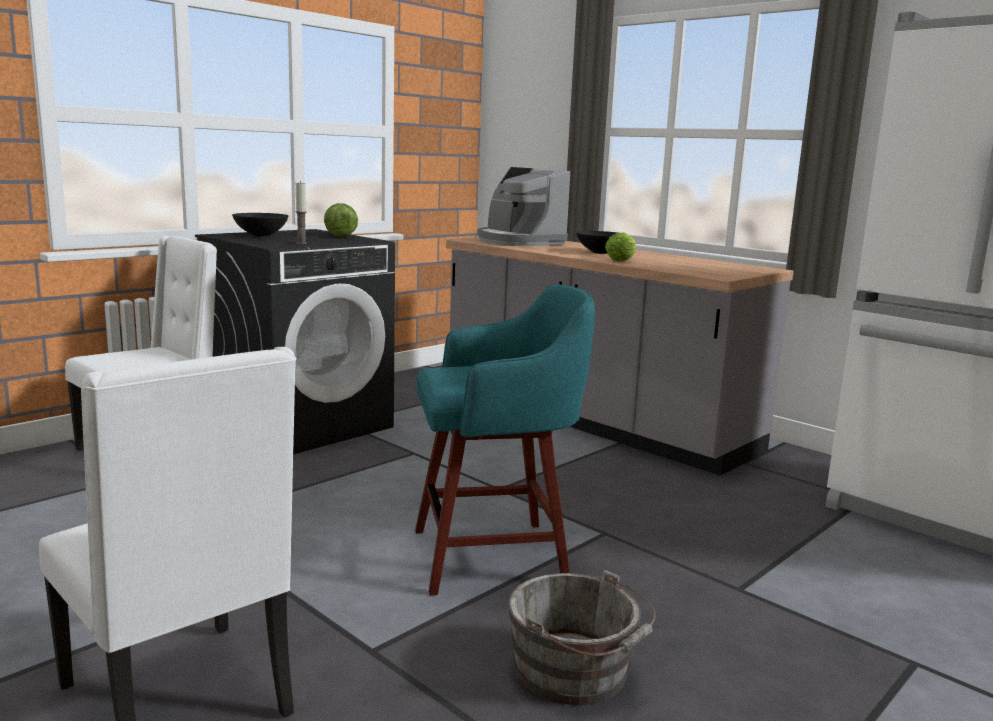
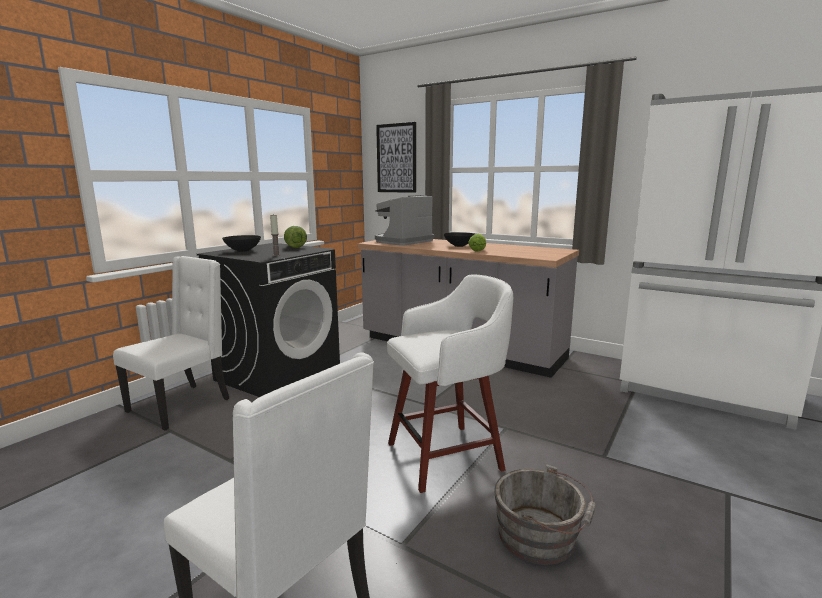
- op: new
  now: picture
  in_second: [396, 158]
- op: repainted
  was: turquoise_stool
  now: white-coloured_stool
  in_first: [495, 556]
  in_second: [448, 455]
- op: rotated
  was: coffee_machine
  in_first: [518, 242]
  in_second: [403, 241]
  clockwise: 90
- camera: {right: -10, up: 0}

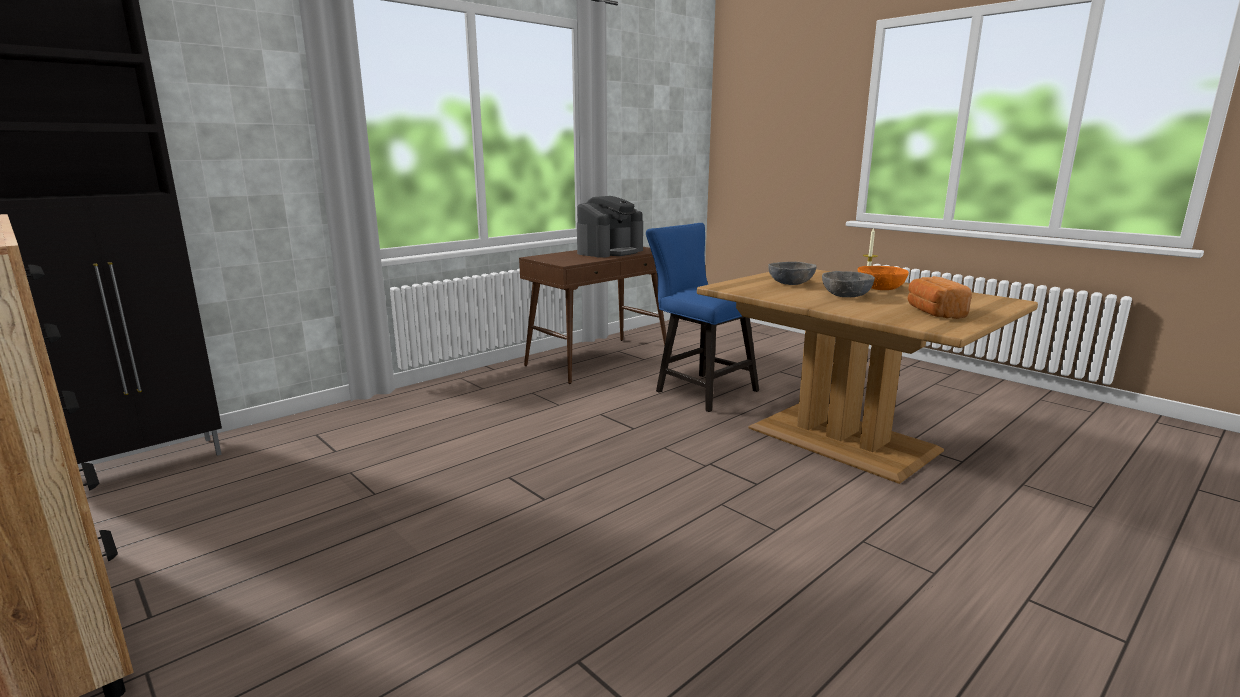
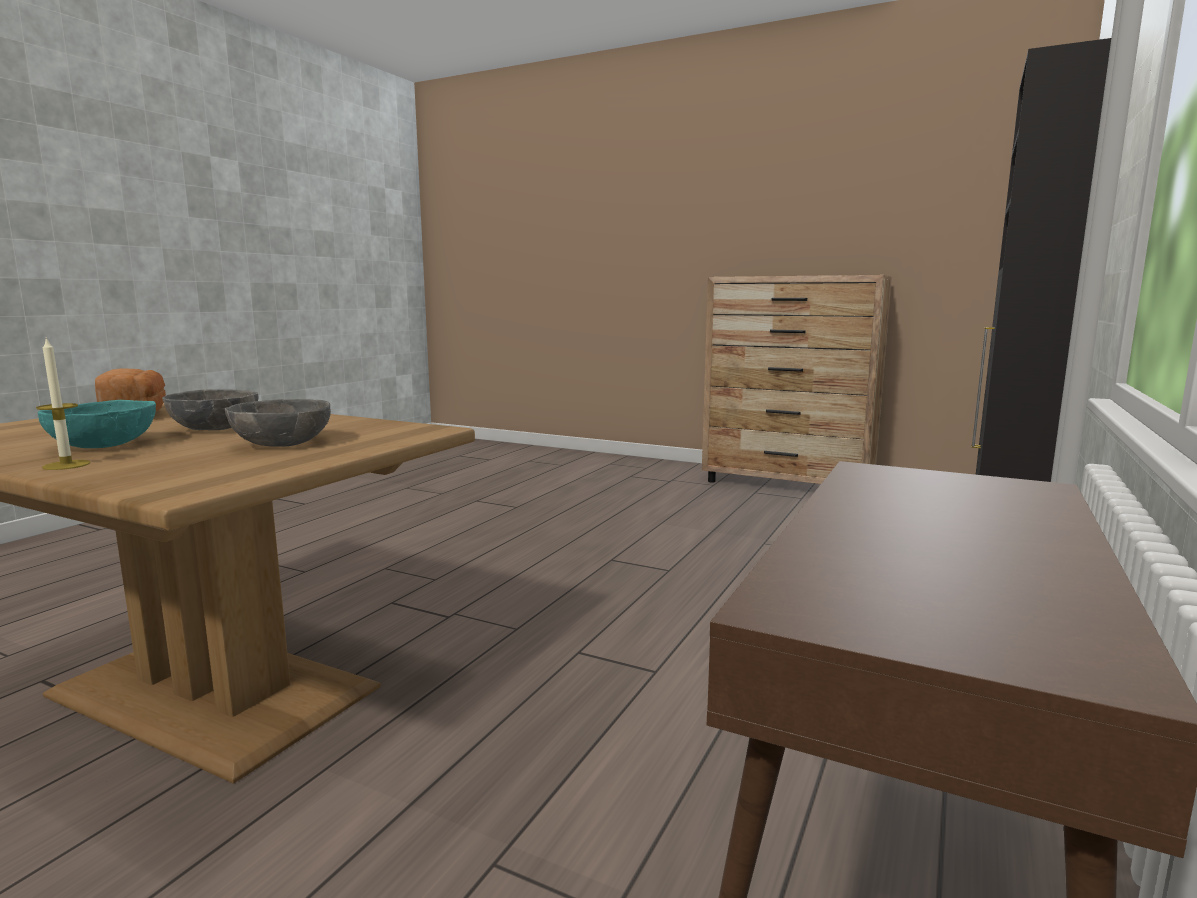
- op: gone
  was: coffee_machine
  in_first: [610, 252]
- op: gone
  was: blue_upright_chair
  in_first: [700, 390]
- op: repainted
  was: orange_deep_dish
  now: turquoise_deep_dish
  in_first: [880, 288]
  in_second: [104, 445]
- camera: {right: 160, up: -5}

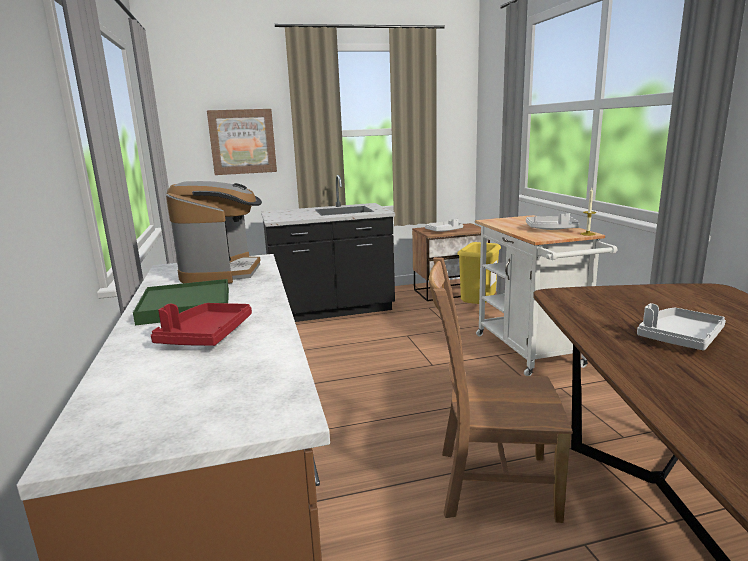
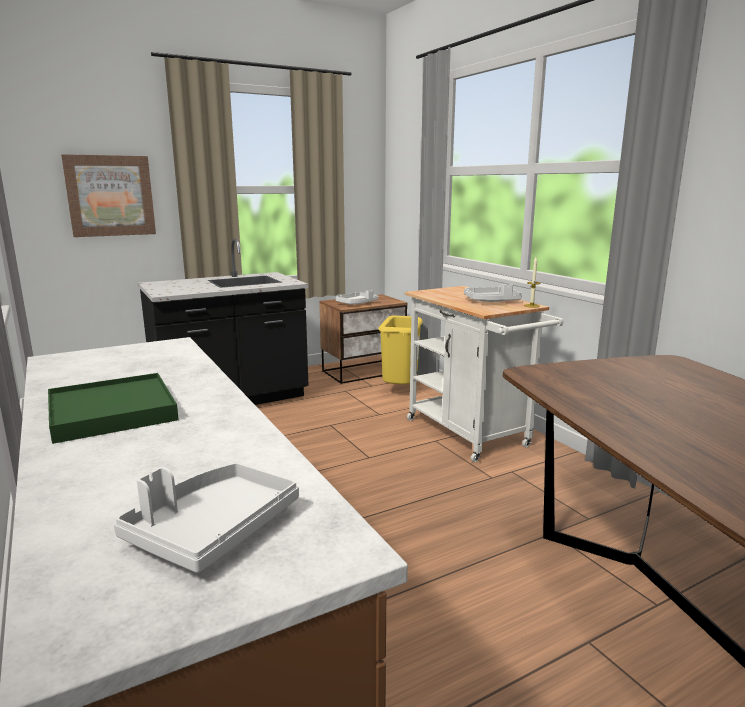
- op: gone
  was: reddish_serving_tray
  in_first: [205, 336]
- op: gone
  was: coffee_machine
  in_first: [222, 272]
- op: gone
  was: brownish_upright_chair
  in_first: [490, 483]
- op: shifted
  was: white-coloured_serving_tray
  in_first: [679, 338]
  in_second: [212, 529]
- camera: {right: -15, up: 0}

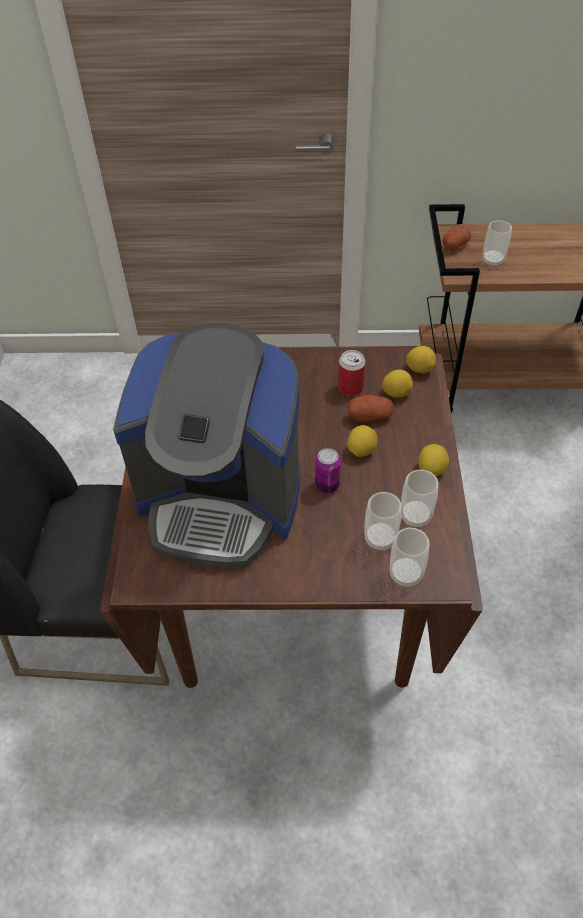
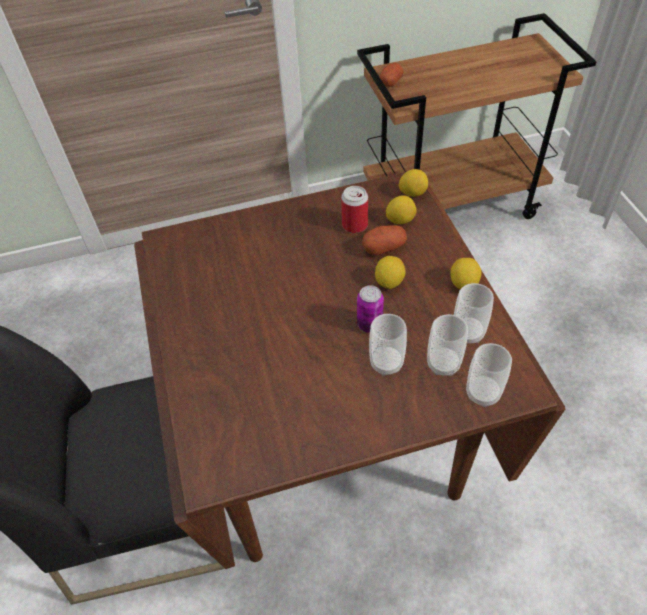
- op: gone
  was: coffee_machine
  in_first: [221, 499]
- op: shifted
  was: cup
  in_first: [493, 261]
  in_second: [386, 363]
- camera: {right: -15, up: 0}

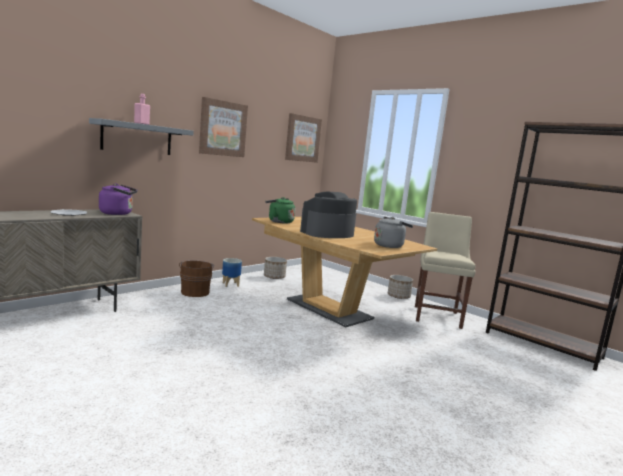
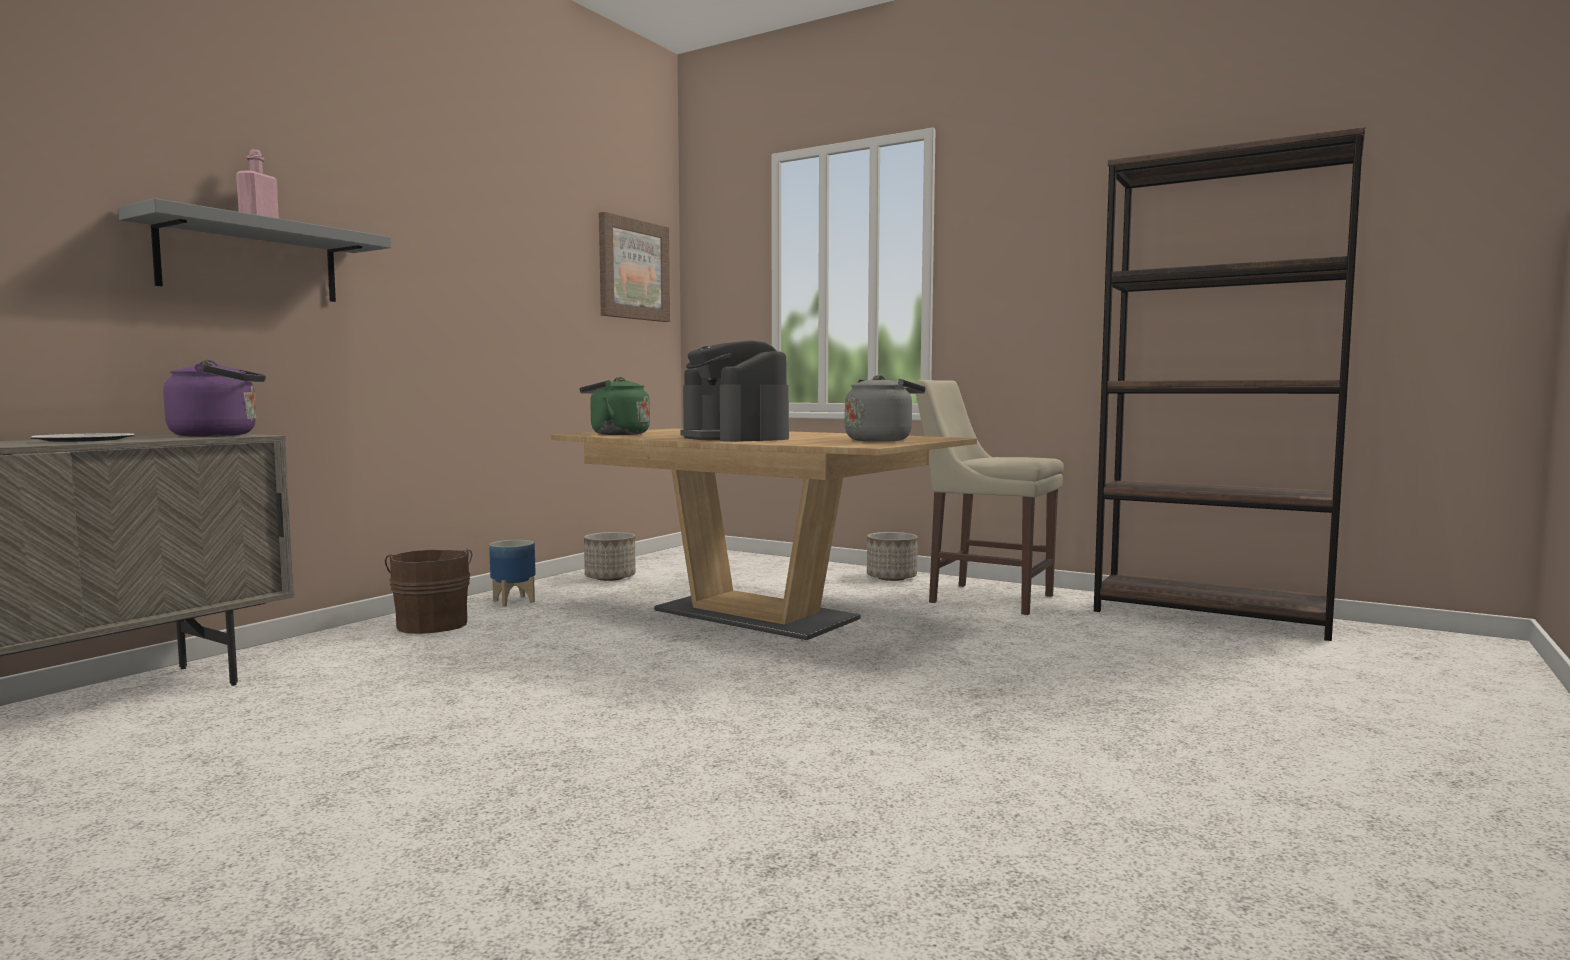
- op: gone
  was: picture
  in_first: [223, 128]
- op: rotated
  was: coffee_machine
  in_first: [327, 233]
  in_second: [735, 438]
  clockwise: -75
- op: rotated
  was: sand-coloured_upright_chair
  in_first: [437, 316]
  in_second: [985, 598]
  clockwise: -60
- camera: {right: -10, up: -5}

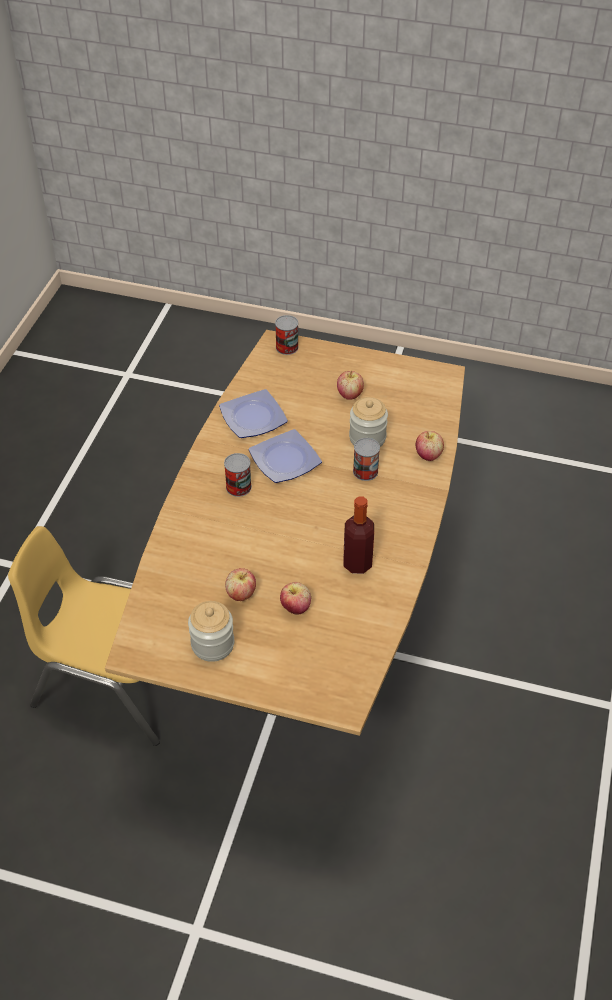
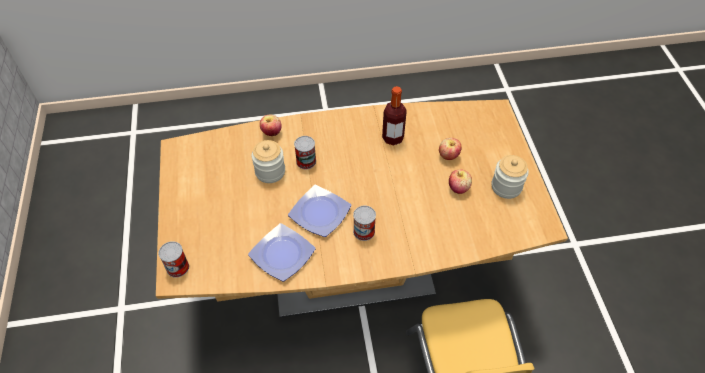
- op: gone
  was: whole_apple
  in_first: [349, 394]
- camera: {right: -115, up: 5}

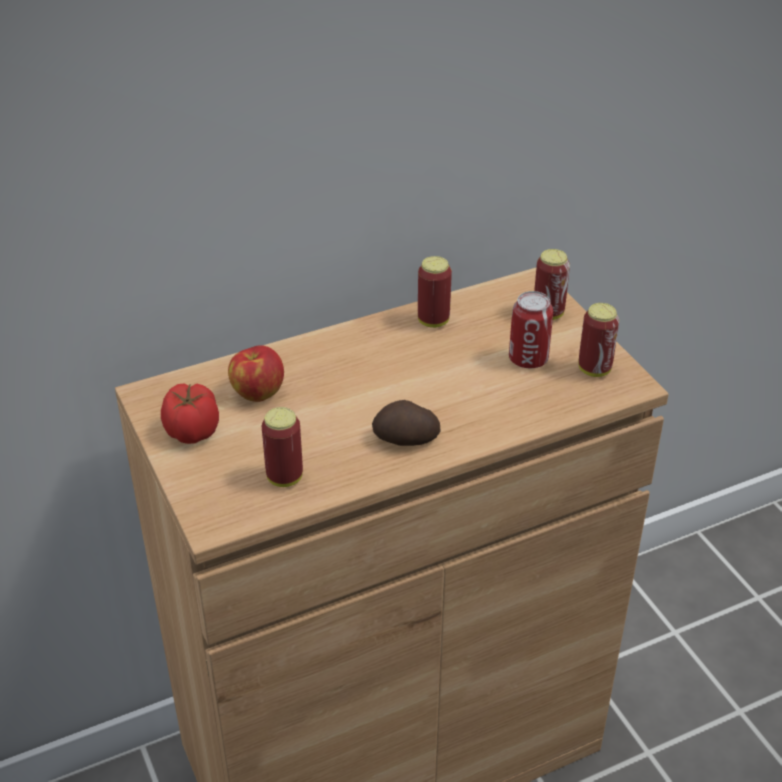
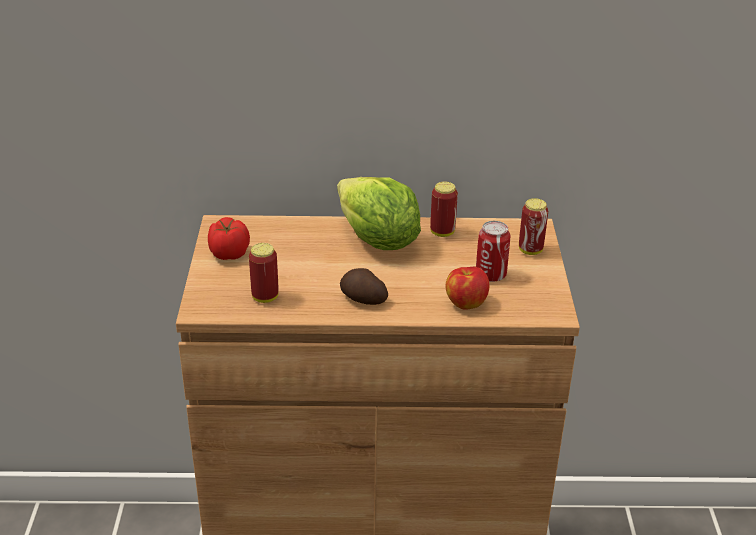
- op: gone
  was: can
  in_first: [594, 369]
- op: new
  now: head_of_lettuce
  in_second: [377, 240]
- op: shifted
  was: whole_apple
  in_first: [257, 392]
  in_second: [465, 303]
- camera: {right: 25, up: -5}

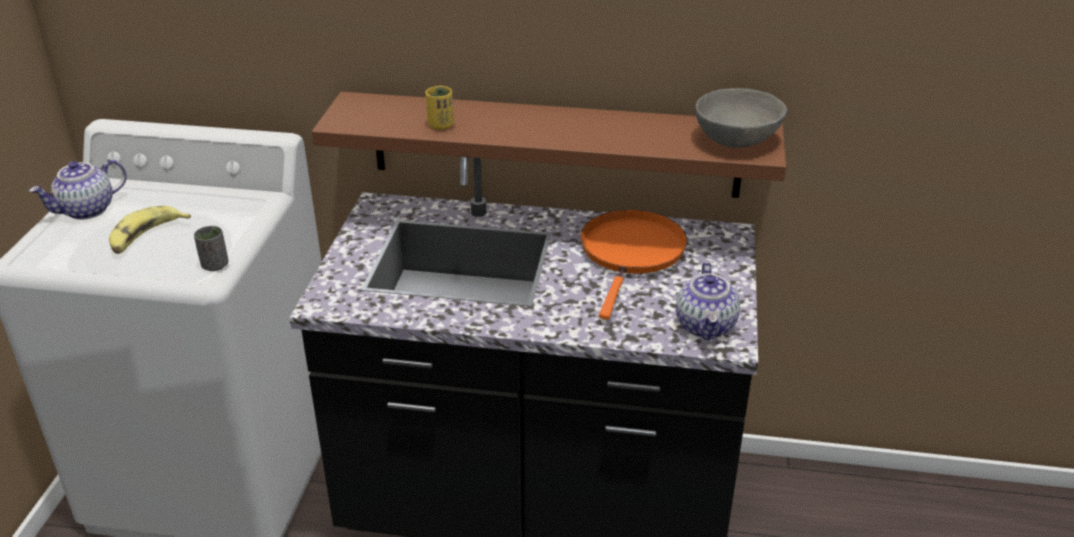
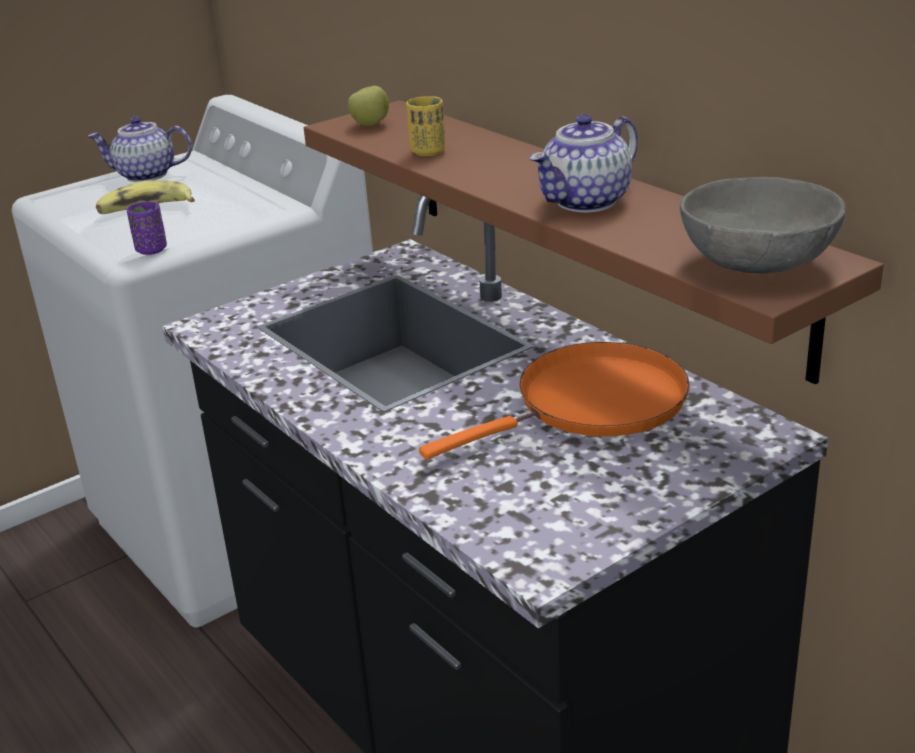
- op: new
  now: whole_apple
  in_second: [370, 125]
- op: shifted
  was: tea_pot
  in_first: [706, 326]
  in_second: [586, 202]
- op: repainted
  was: gray_cup
  now: purple_cup
  in_first: [215, 265]
  in_second: [151, 250]
- camera: {right: 45, up: -5}

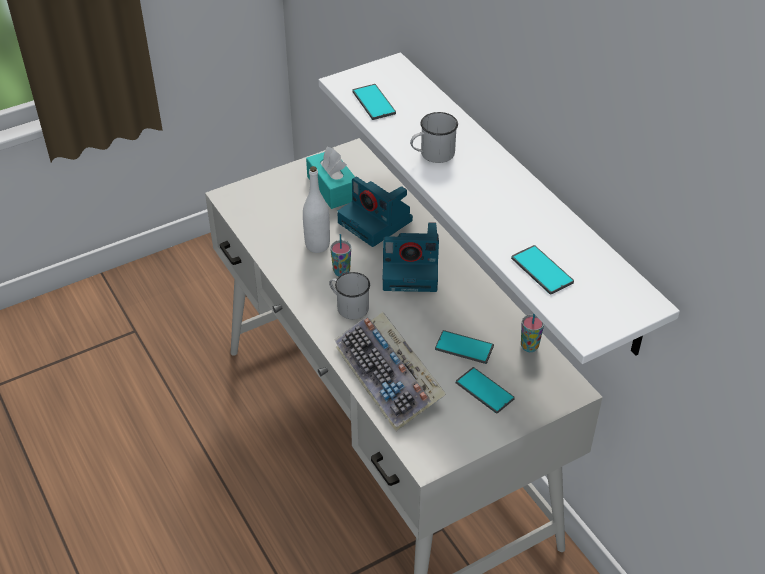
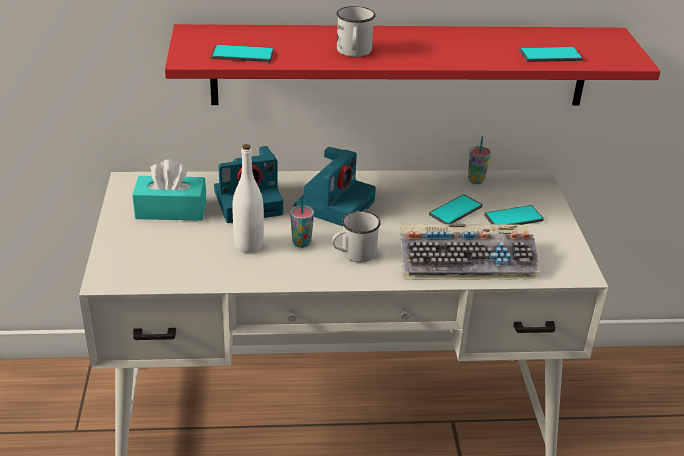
- op: repainted
  was: white-coloured_wall_shelf
  now: reddish_wall_shelf
  in_first: [518, 198]
  in_second: [400, 65]
- camera: {right: -65, up: -10}

